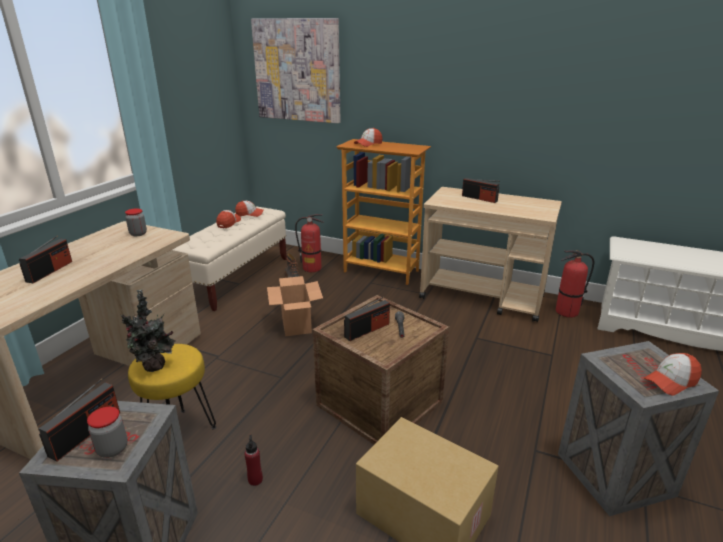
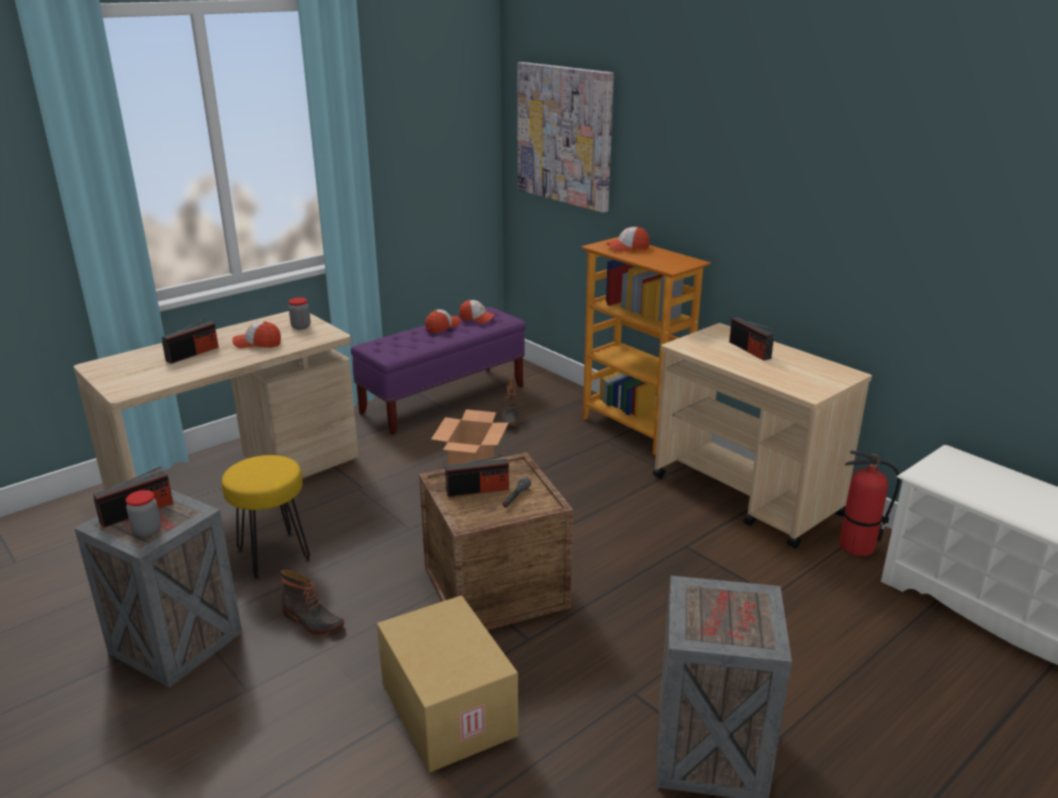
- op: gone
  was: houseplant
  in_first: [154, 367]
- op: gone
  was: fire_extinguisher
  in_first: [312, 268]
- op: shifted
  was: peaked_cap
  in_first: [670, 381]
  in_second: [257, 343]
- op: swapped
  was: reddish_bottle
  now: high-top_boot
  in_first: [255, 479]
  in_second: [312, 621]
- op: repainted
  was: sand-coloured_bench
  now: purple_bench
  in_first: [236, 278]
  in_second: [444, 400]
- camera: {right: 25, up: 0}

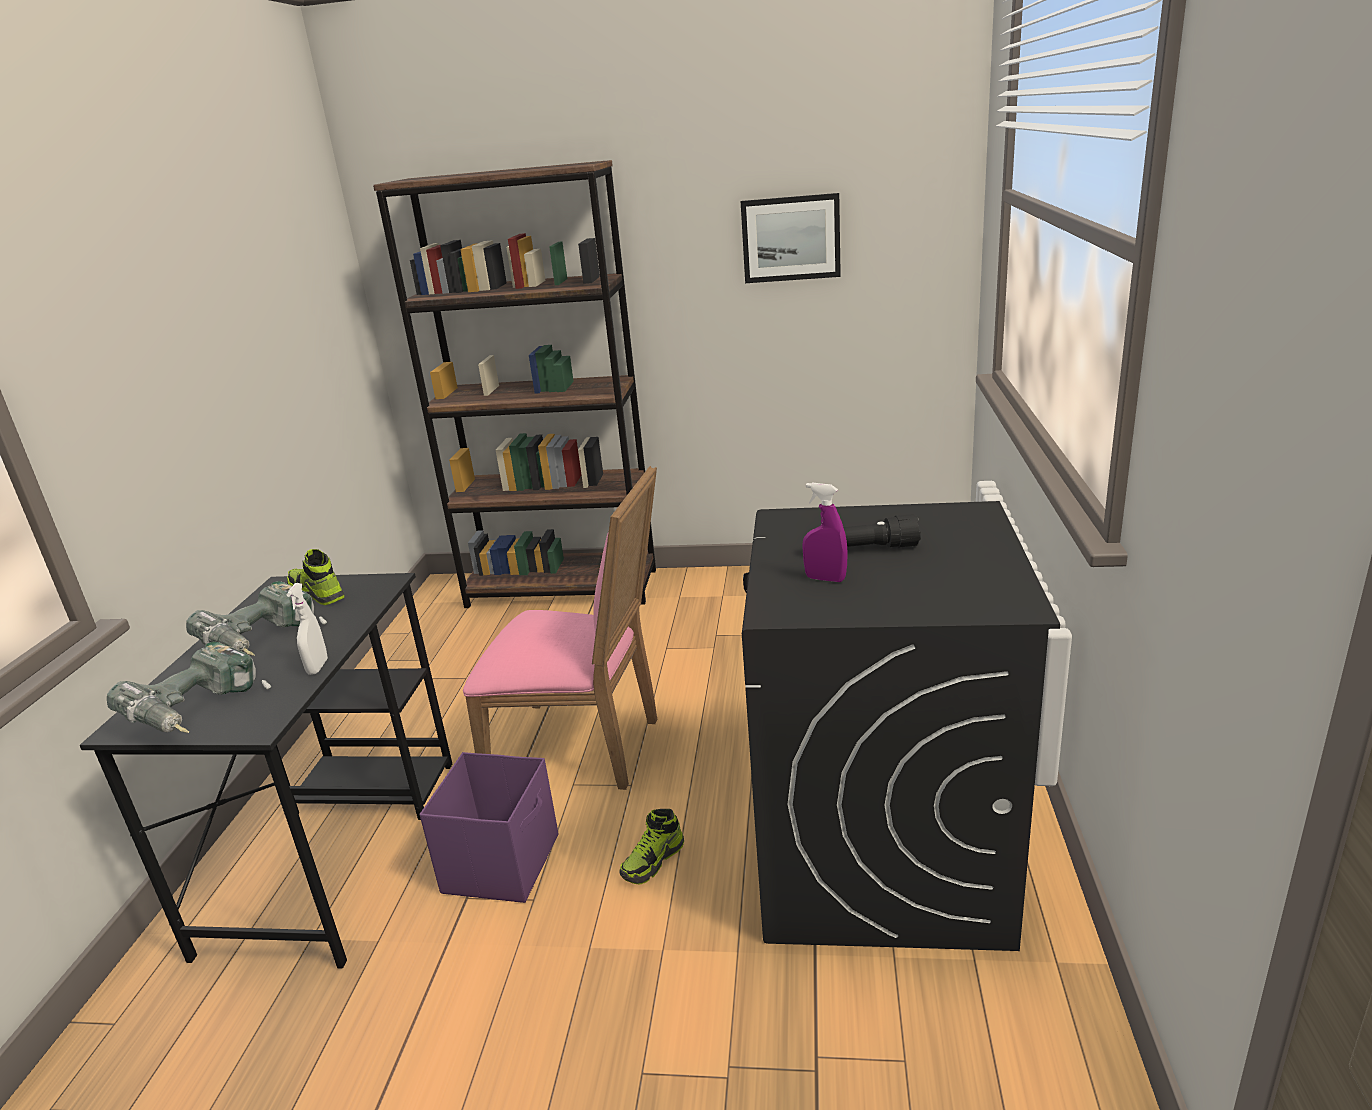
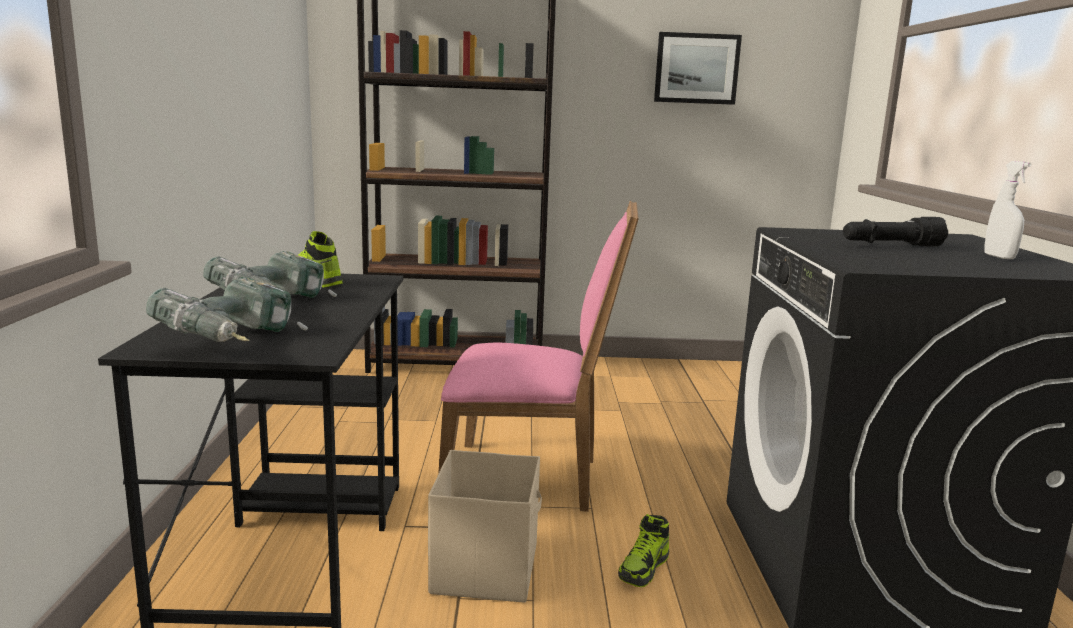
- op: gone
  was: purple_hand_sprayer
  in_first: [825, 579]
- op: shifted
  was: white-coloured_hand_sprayer
  in_first: [317, 667]
  in_second: [999, 257]
- op: repainted
  was: purple_storage_container
  now: sand-coloured_storage_container
  in_first: [503, 863]
  in_second: [486, 568]
- camera: {right: -10, up: -10}

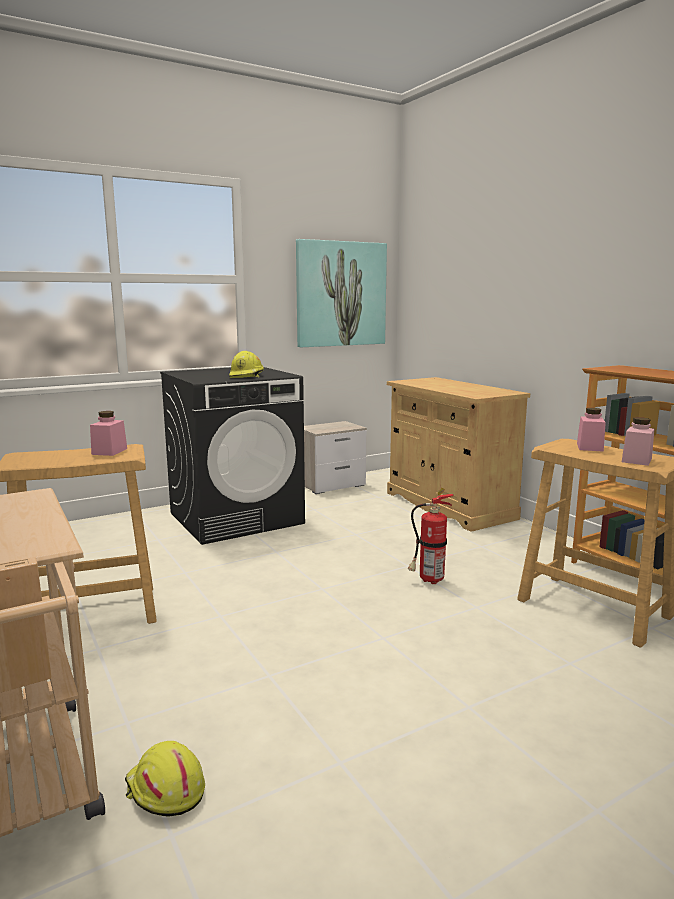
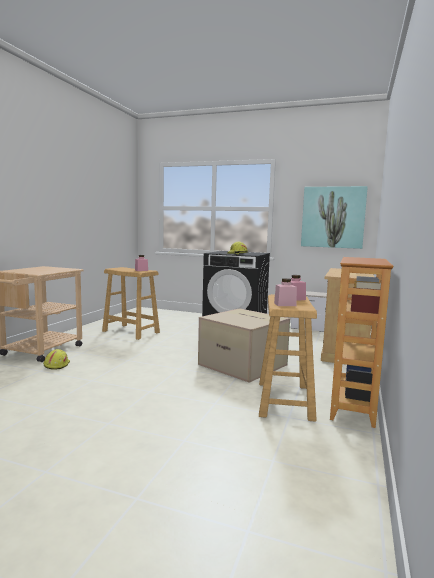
- op: swapped
  was: fire_extinguisher
  now: packing_box
  in_first: [428, 581]
  in_second: [244, 364]
- camera: {right: 50, up: -5}

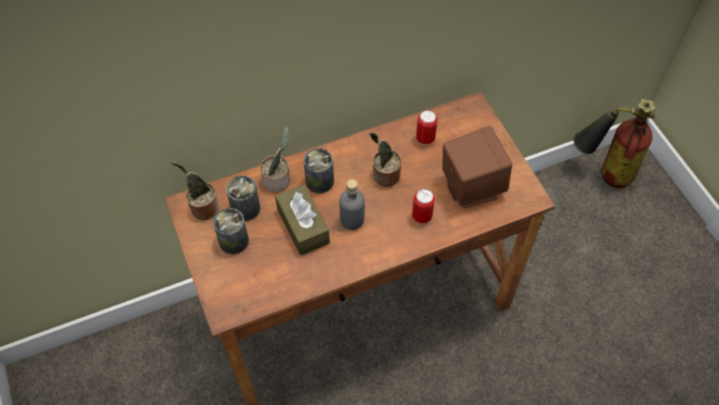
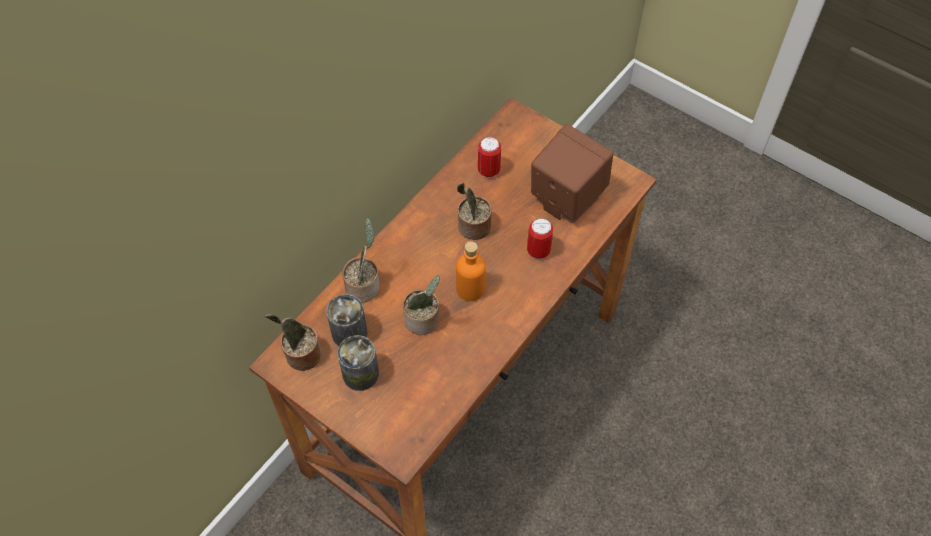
- op: gone
  was: can
  in_first: [319, 181]
- op: gone
  was: fire_extinguisher
  in_first: [602, 173]
- op: swapped
  was: brownish_tissue_holder
  now: houseplant
  in_first: [303, 226]
  in_second: [424, 321]
- op: repainted
  was: gray_bottle
  now: orange_bottle
  in_first: [352, 219]
  in_second: [470, 289]
- camera: {right: -30, up: 0}

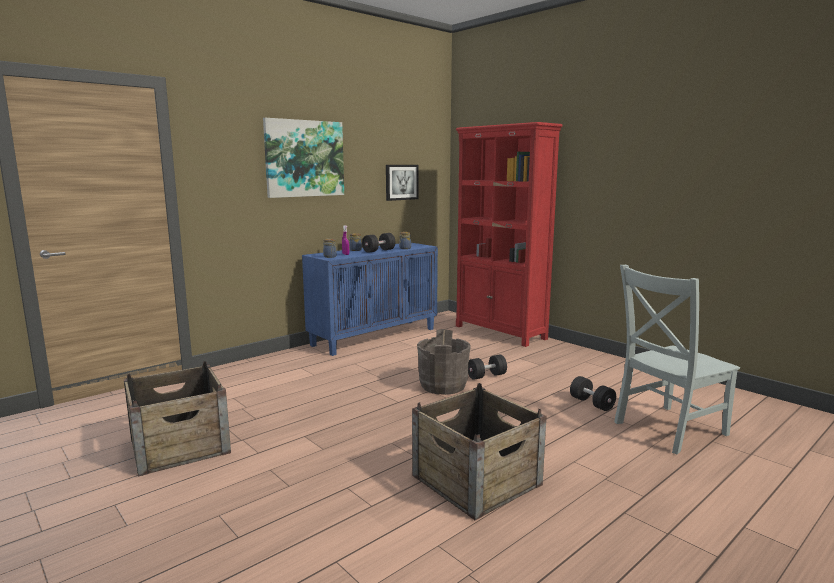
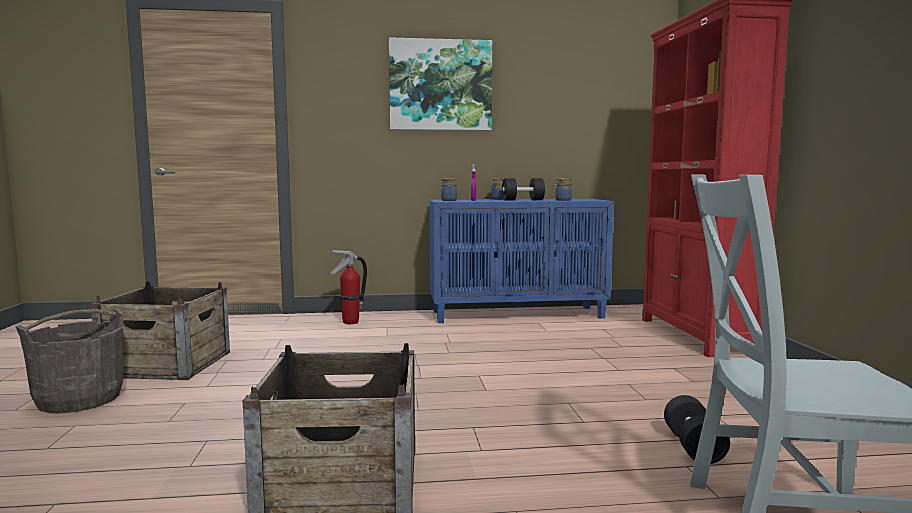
- op: gone
  was: picture
  in_first: [401, 182]
- op: gone
  was: black_dumbbell
  in_first: [486, 376]
- op: new
  now: fire_extinguisher
  in_second: [350, 322]
- op: shifted
  was: gray_bucket
  in_first: [443, 385]
  in_second: [79, 399]
- camera: {right: 35, up: -5}

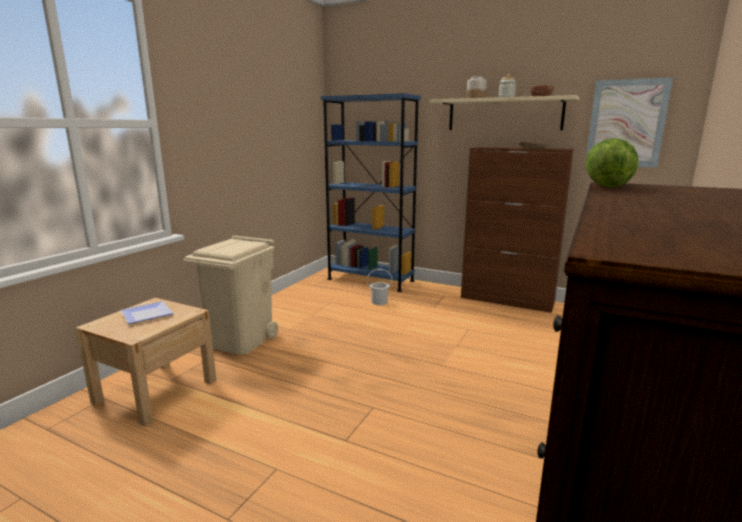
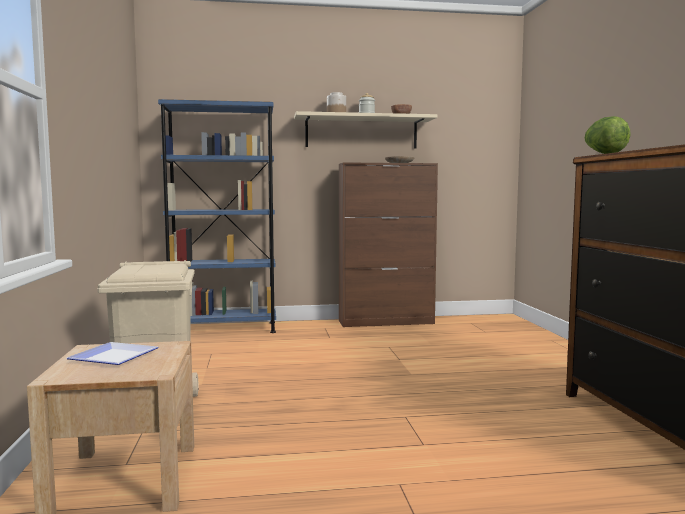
- op: gone
  was: white-coloured_bucket
  in_first: [379, 302]
- op: gone
  was: picture
  in_first: [626, 123]
- camera: {right: -35, up: -10}

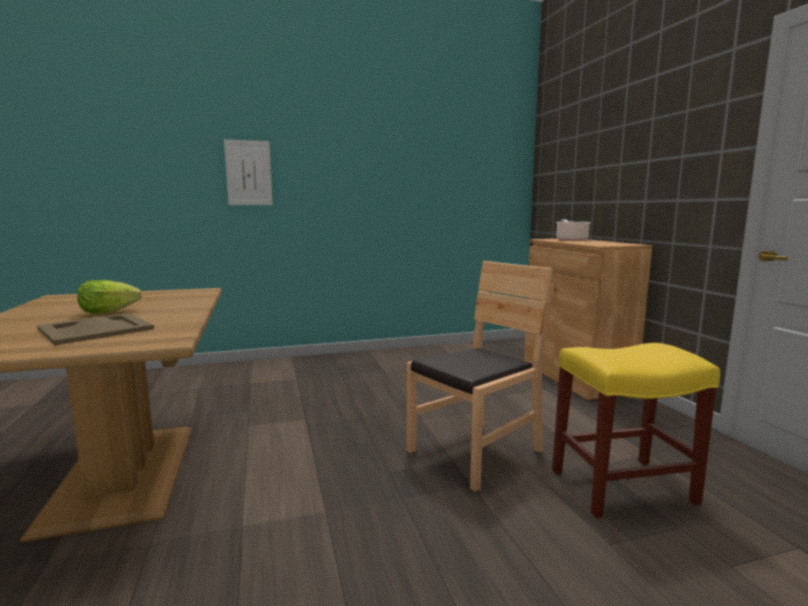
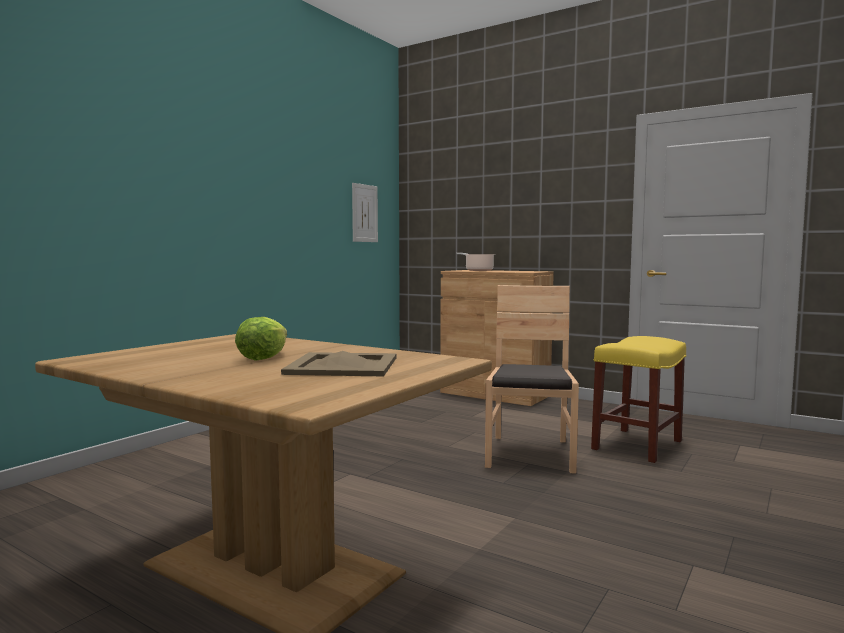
- op: shifted
  was: picture
  in_first: [248, 173]
  in_second: [364, 213]
- camera: {right: -40, up: -5}

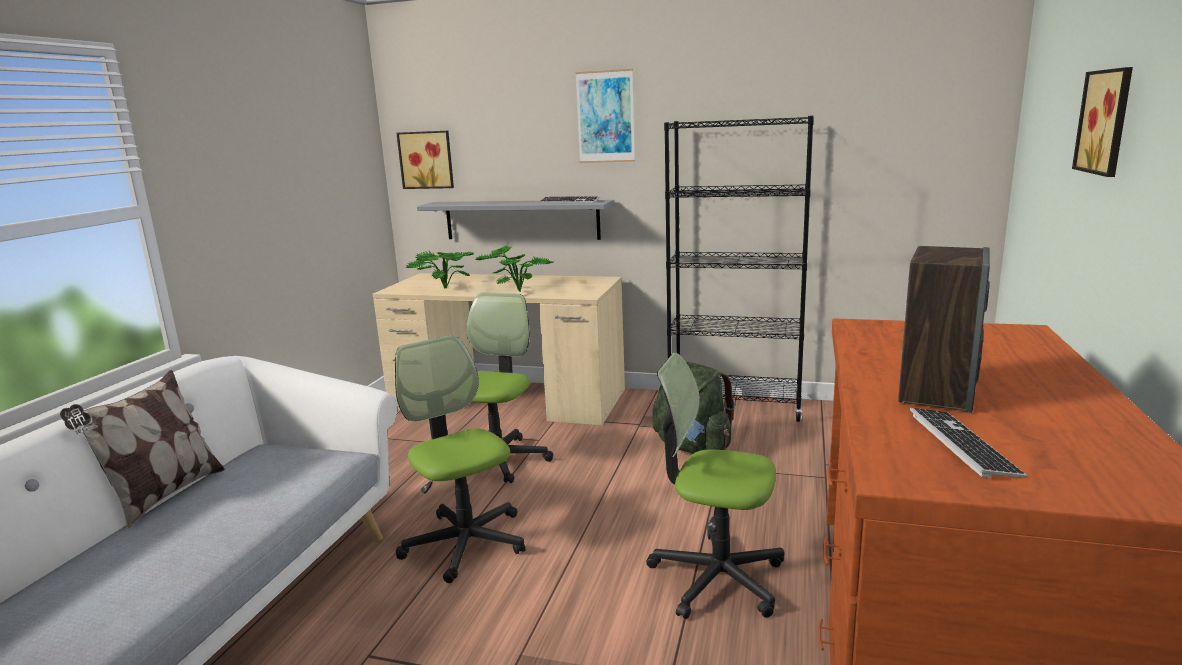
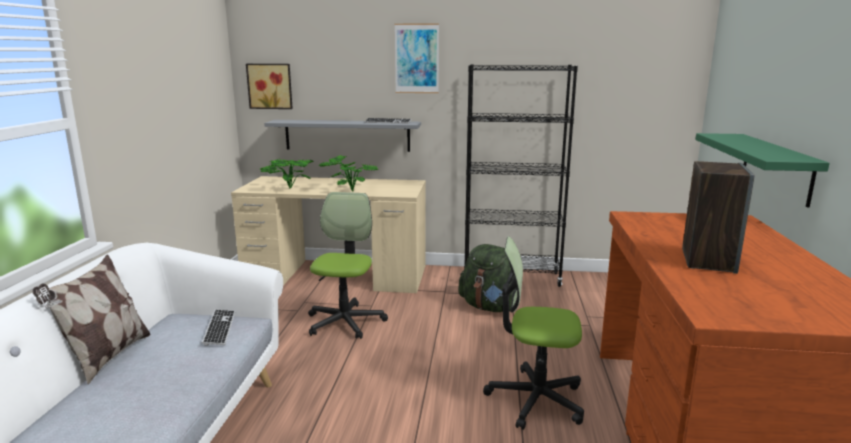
- op: gone
  was: office_chair
  in_first: [465, 543]
- op: gone
  was: picture
  in_first: [1108, 121]
- op: new
  now: green_wall_shelf
  in_second: [776, 167]
- op: shifted
  was: PC_keyboard
  in_first: [962, 444]
  in_second: [219, 328]
- camera: {right: -10, up: 0}

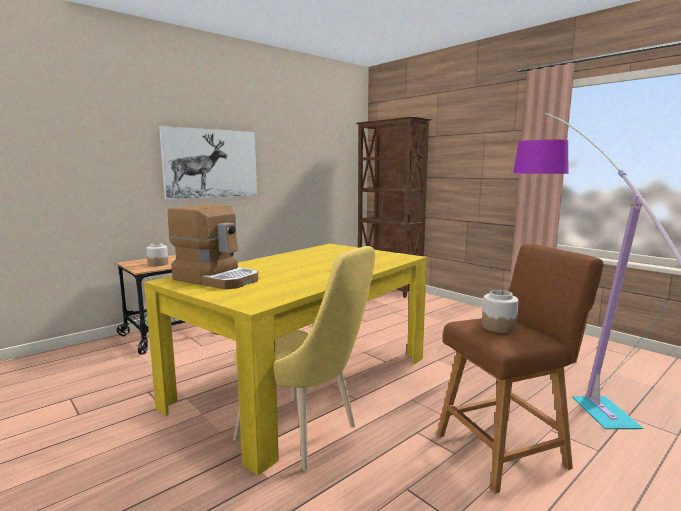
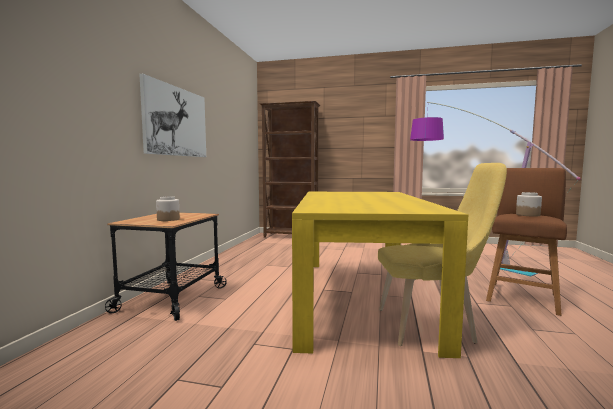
- op: gone
  was: coffee_machine
  in_first: [217, 279]
- camera: {right: -35, up: -5}

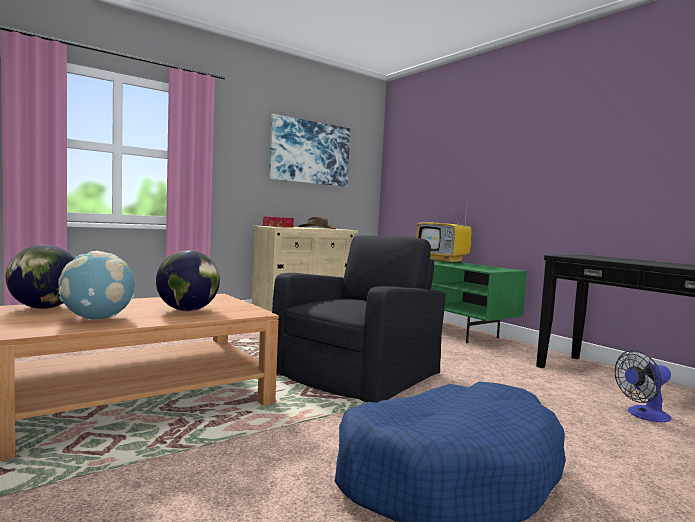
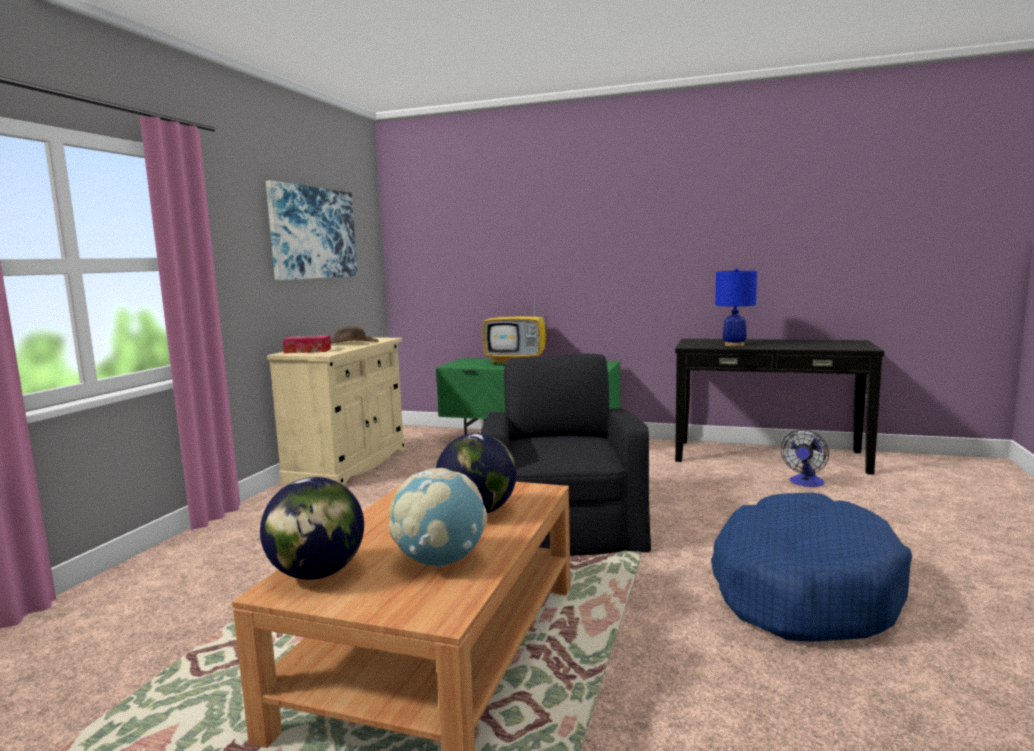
- op: new
  now: blue_tabletop_lamp
  in_second: [734, 345]
- camera: {right: -35, up: 5}

